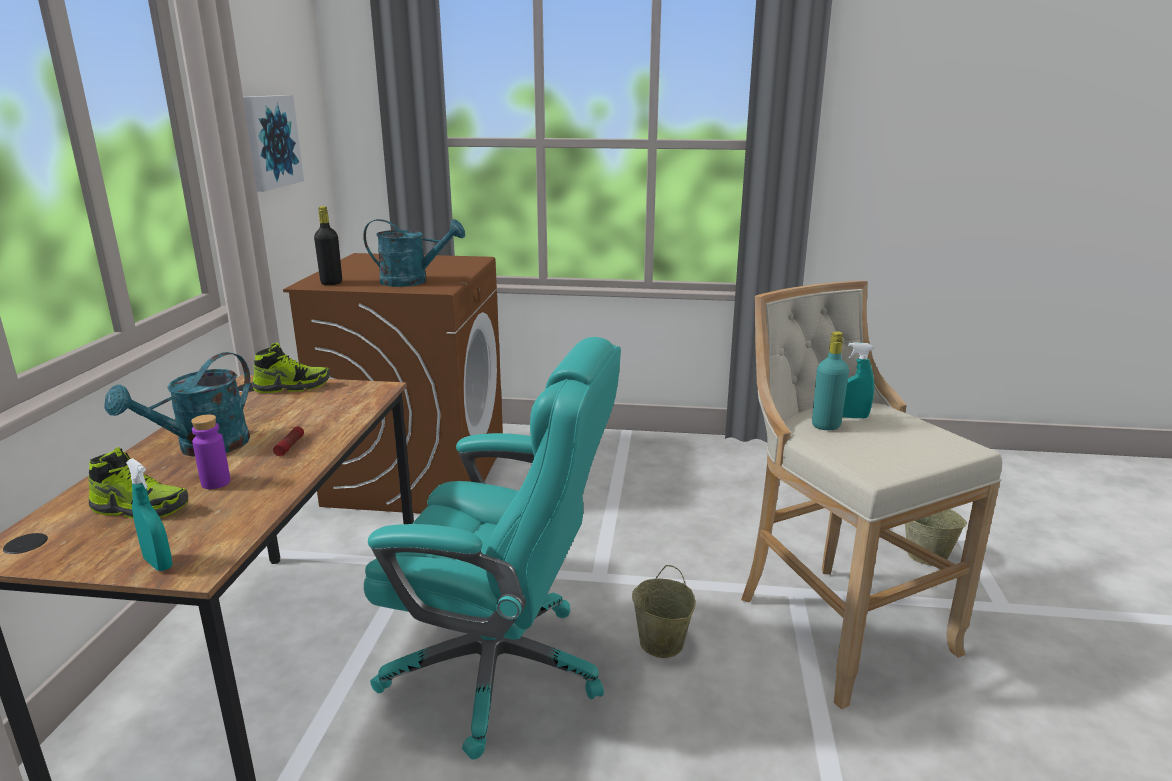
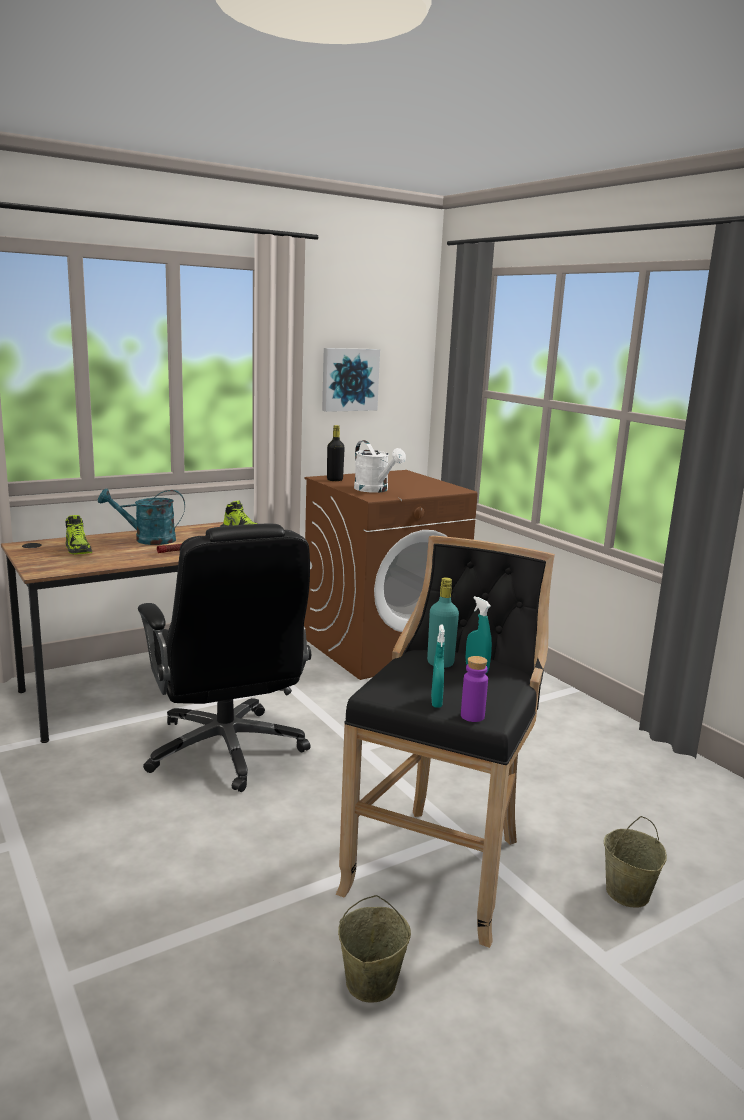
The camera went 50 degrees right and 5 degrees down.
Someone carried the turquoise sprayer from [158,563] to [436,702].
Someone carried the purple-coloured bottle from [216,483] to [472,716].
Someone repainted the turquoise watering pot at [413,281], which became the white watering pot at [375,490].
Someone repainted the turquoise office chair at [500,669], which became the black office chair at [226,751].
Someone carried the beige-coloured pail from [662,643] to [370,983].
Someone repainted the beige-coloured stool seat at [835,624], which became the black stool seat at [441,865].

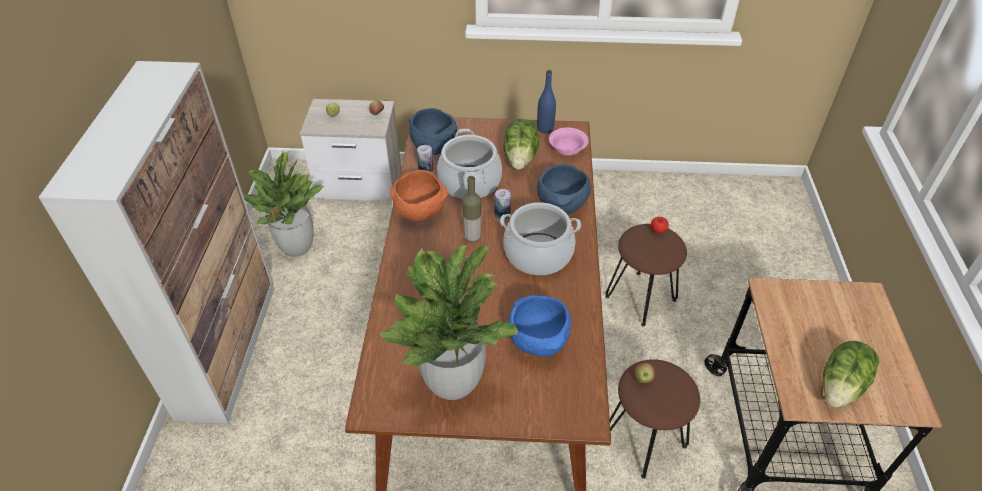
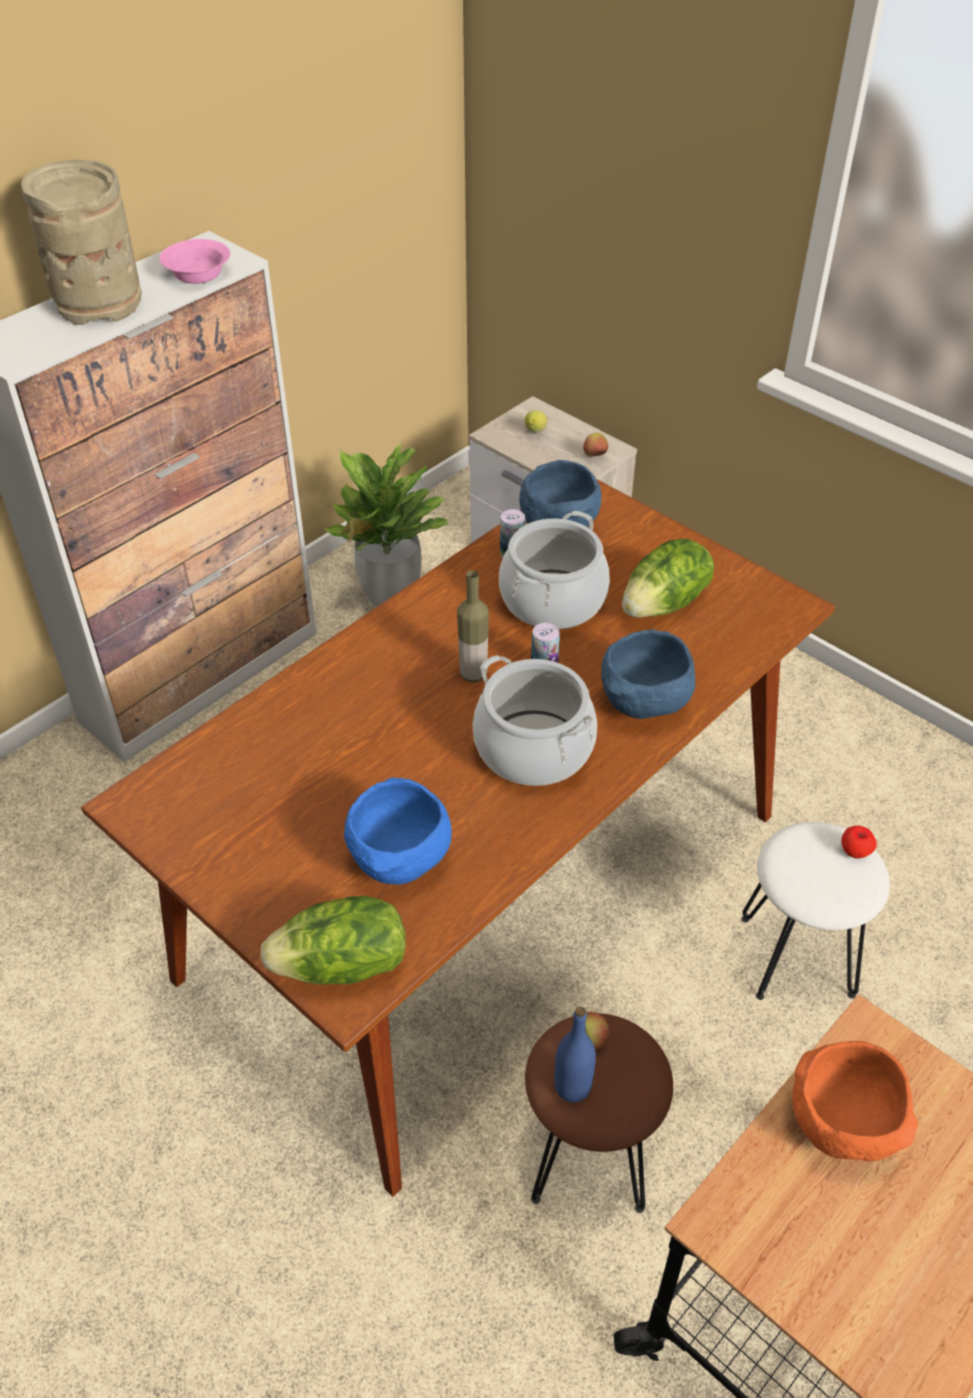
The camera went 40 degrees right and 0 degrees up.
Someone took away the plant in a pot at [453,381].
Someone carried the orange-coloured deep dish from [421,212] to [845,1126].
Someone carried the blue bottle from [545,129] to [572,1087].
Someone carried the pinkish deep dish from [568,148] to [198,275].
Someone repainted the brown stool seat at [641,298], which became the white stool seat at [797,957].
Someone carried the head of lettuce from [842,386] to [342,966].
Someone put down the beige-coloured decorative vase at [99,302].

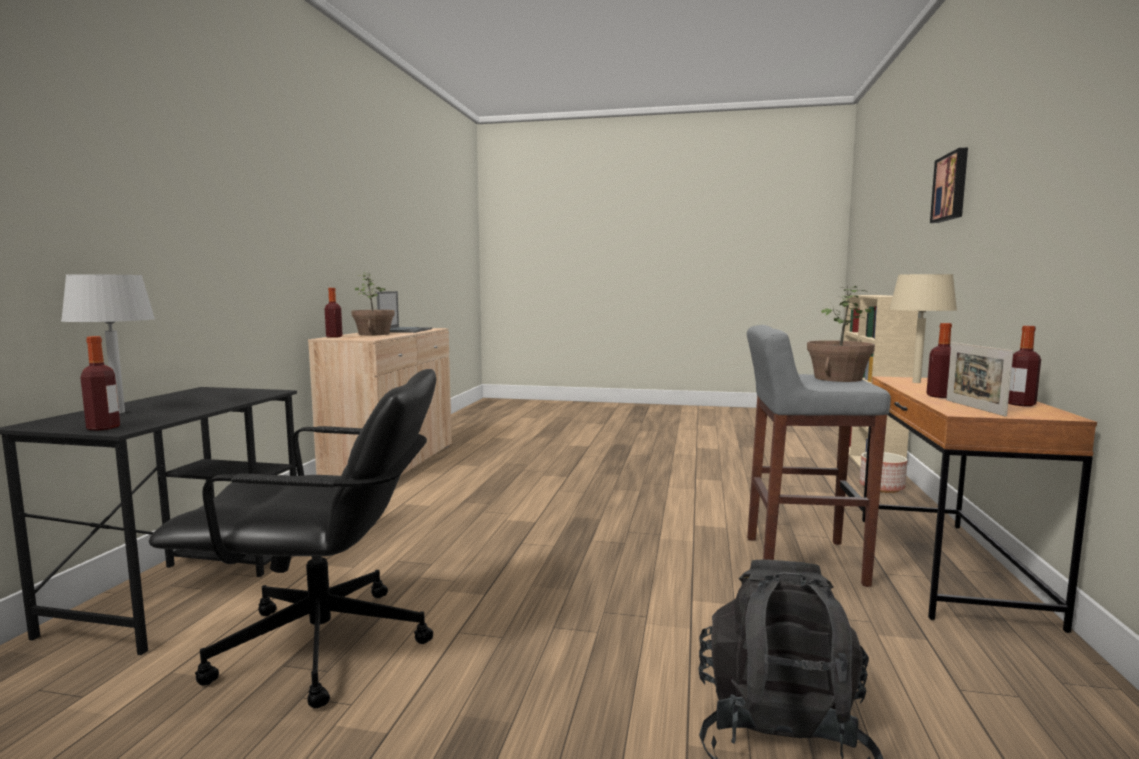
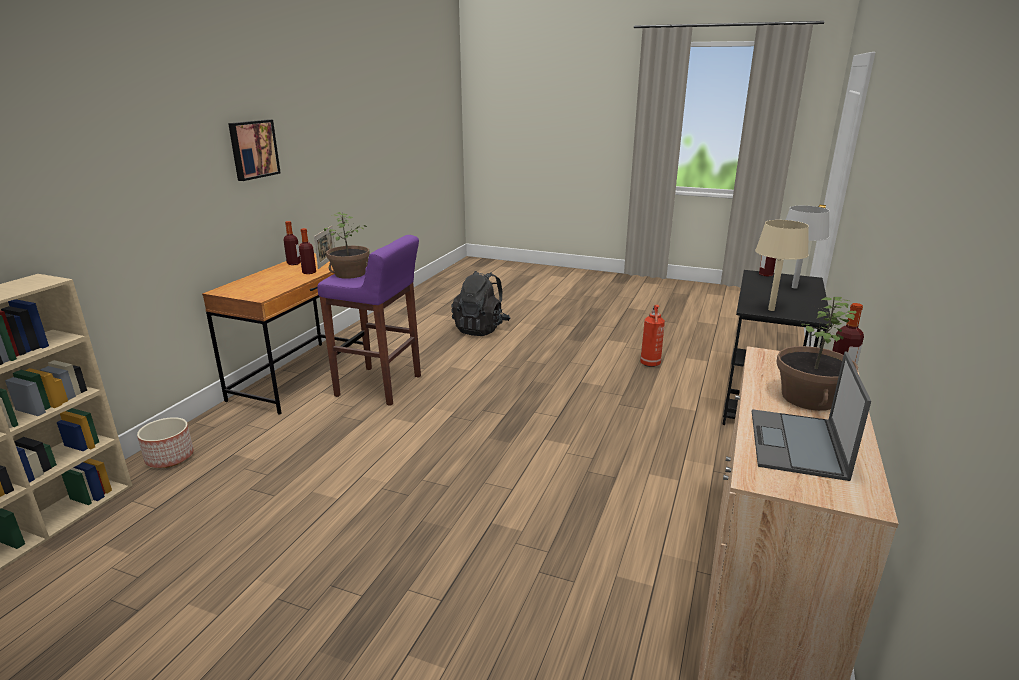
The camera went 170 degrees left and 15 degrees up.
Someone swapped the black office chair at [325,646] for the fire extinguisher at [650,364].
Someone repainted the gray stool seat at [801,560], which became the purple-coloured stool seat at [380,386].
Someone carried the beige-coloured table lamp from [916,382] to [771,310].
Someone carried the picture from [952,187] to [253,149].

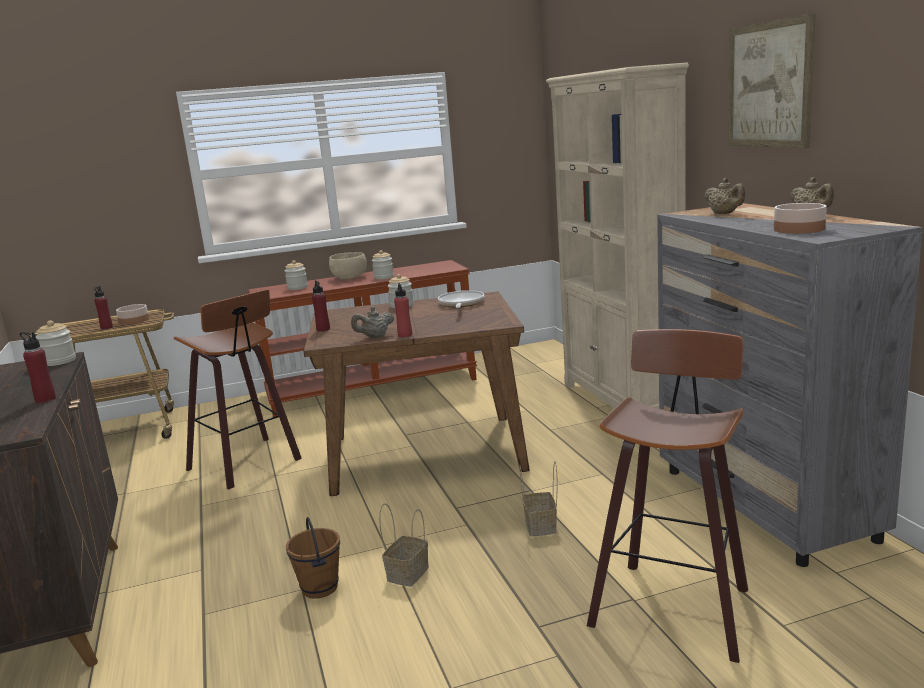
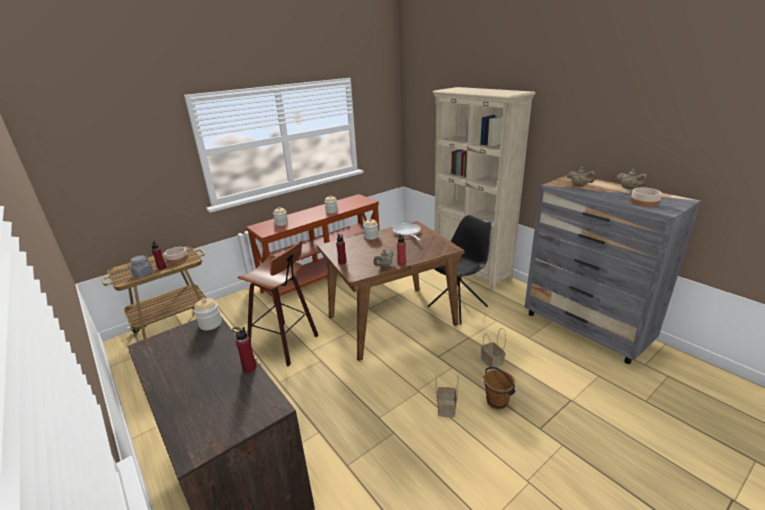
The camera went 20 degrees left and 10 degrees up.
Someone carried the brown pail from [320,588] to [497,402].
Someone took away the beige-coloured deep dish at [350,277].
Someone took away the stool seat at [674,605].
Someone took away the picture at [769,85].
Someone put down the gray jar at [143,274].
Someone put down the black upright chair at [458,306].

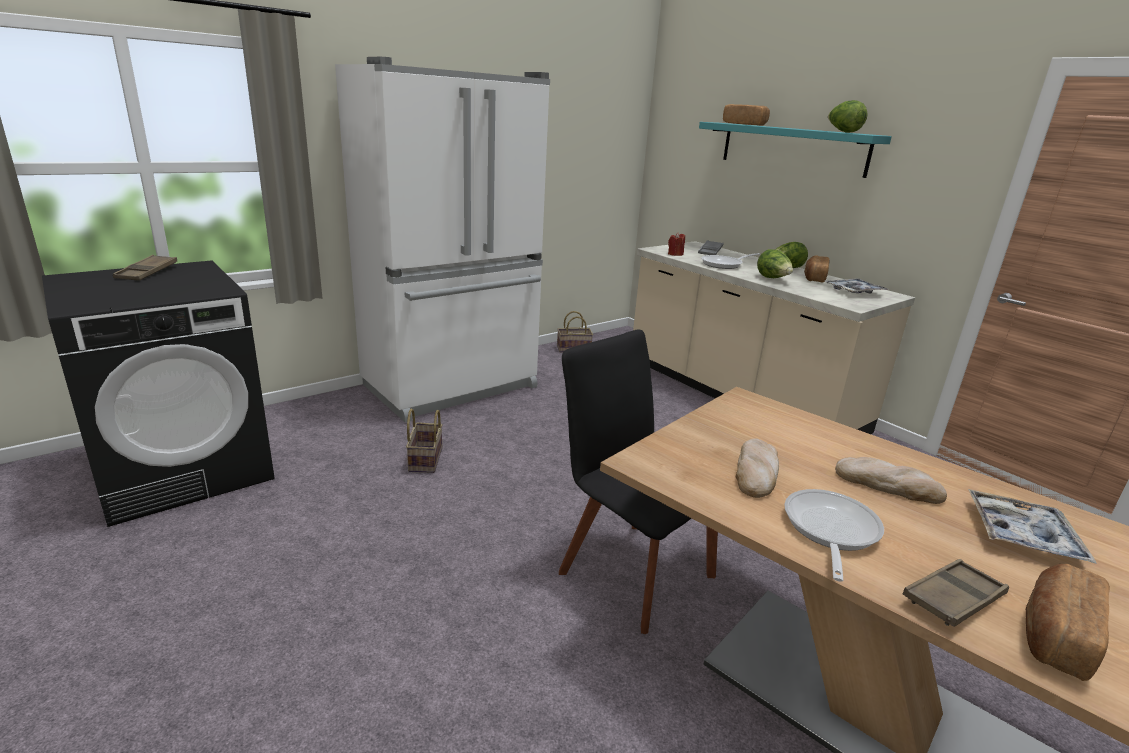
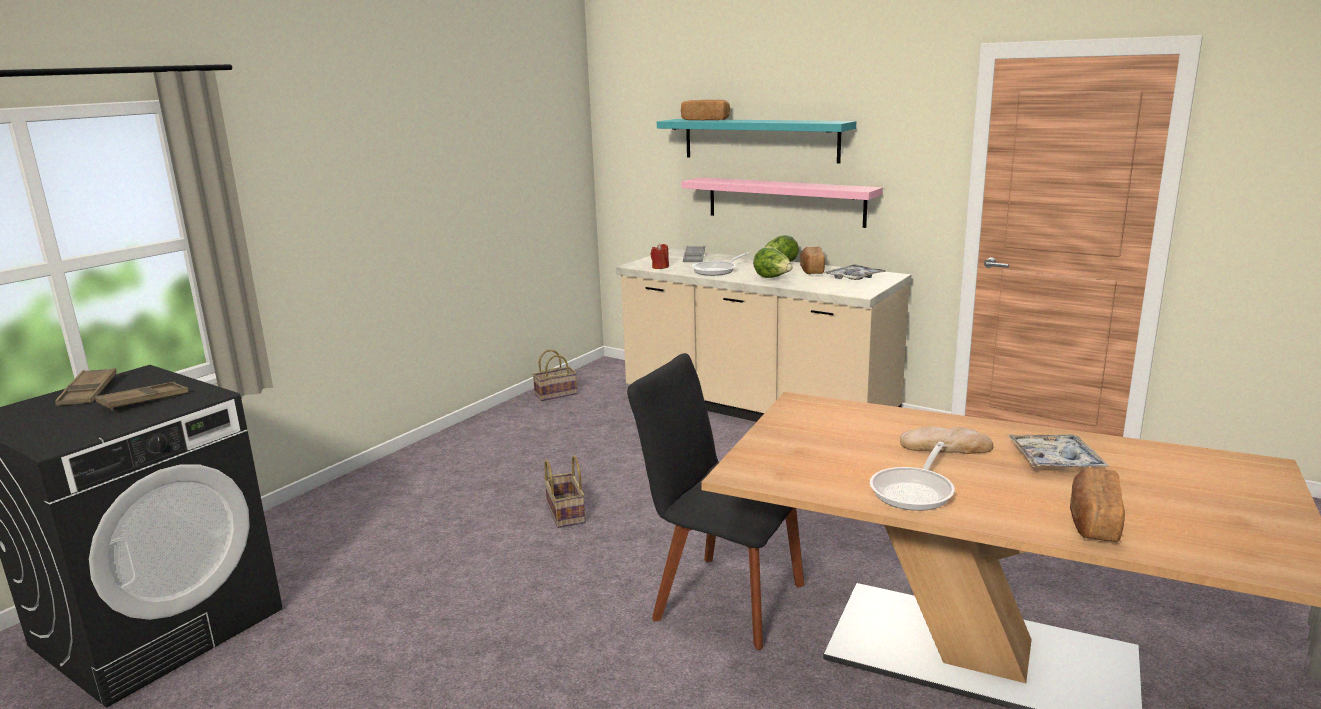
The camera went 15 degrees left and 5 degrees down.
Someone took away the white refrigerator at [453,387].
Someone carried the storage basket from [424,459] to [564,513].
Someone took away the baked bread at [756,472].
Someone rotated the pan at [829,531] by 150 degrees counterclockwise.
Someone took away the head of lettuce at [842,132].
Someone carried the brown tray from [953,598] to [144,401].
Someone put up the pinkish bracket shelf at [785,201].

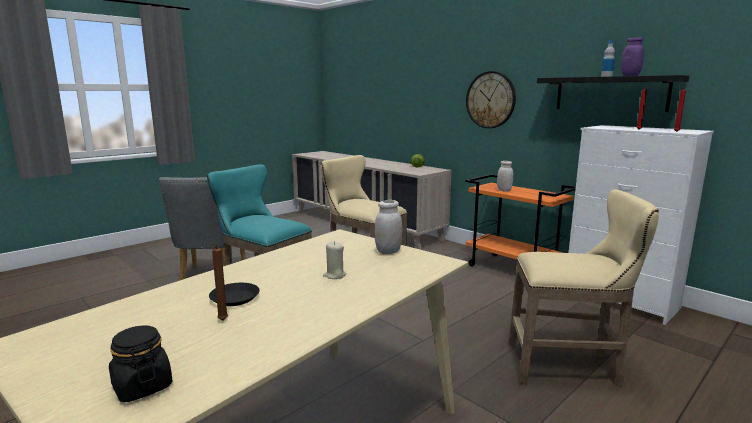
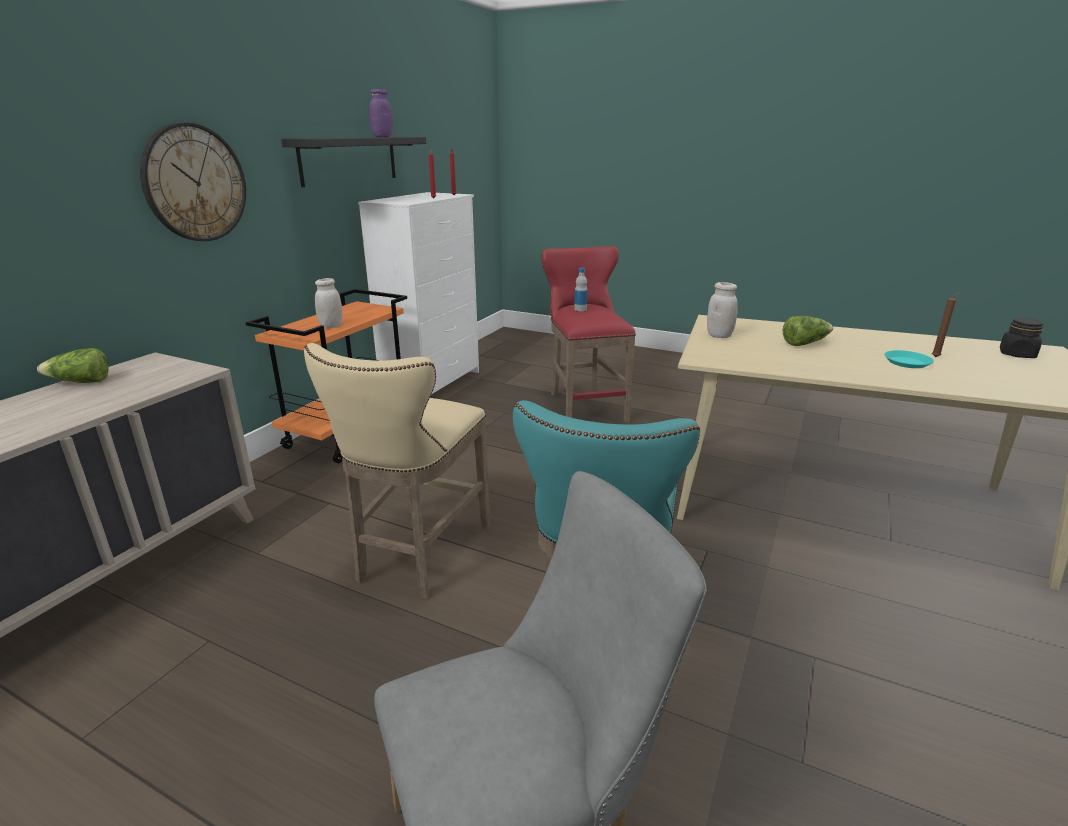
The camera went 110 degrees left and 10 degrees up.
Someone repainted the black dinner plate at [235,298], which became the turquoise dinner plate at [906,362].
Someone swapped the beige-coloured candle at [334,275] for the head of lettuce at [804,343].
Someone repainted the beige-coloured stool seat at [569,367], which became the red stool seat at [584,405].
Someone carried the bottle from [606,76] to [580,309].

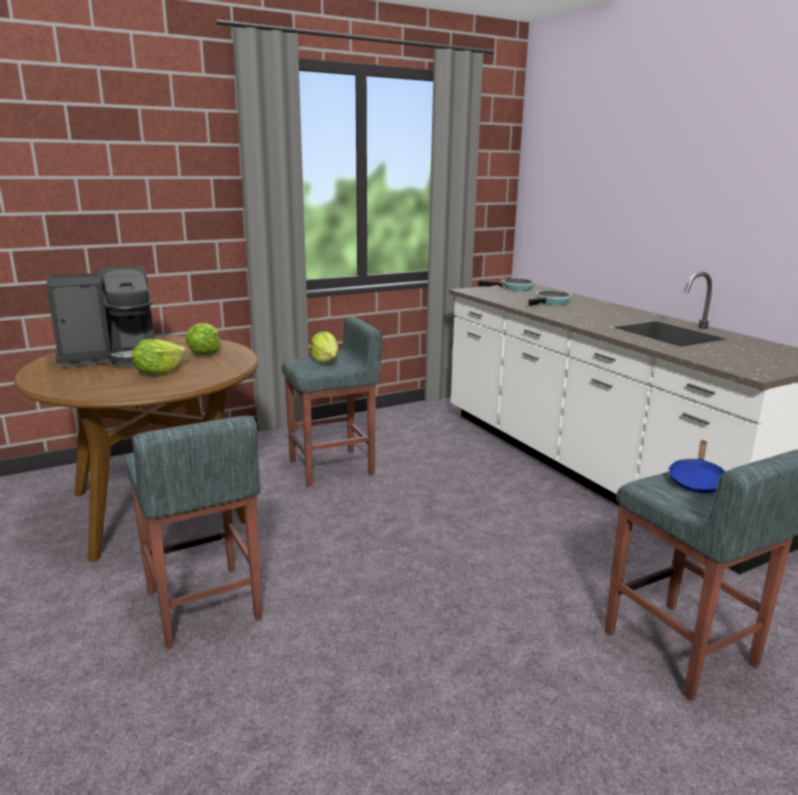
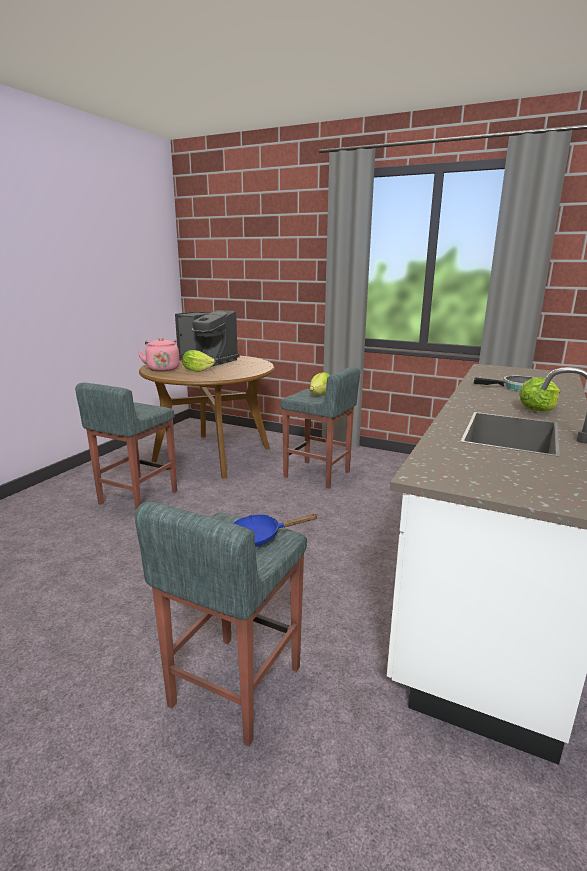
The camera went 55 degrees right and 0 degrees up.
Someone carried the head of lettuce from [205,354] to [537,410].
Someone took away the pan at [514,288].
Someone put down the pinkish tea kettle at [162,369].

